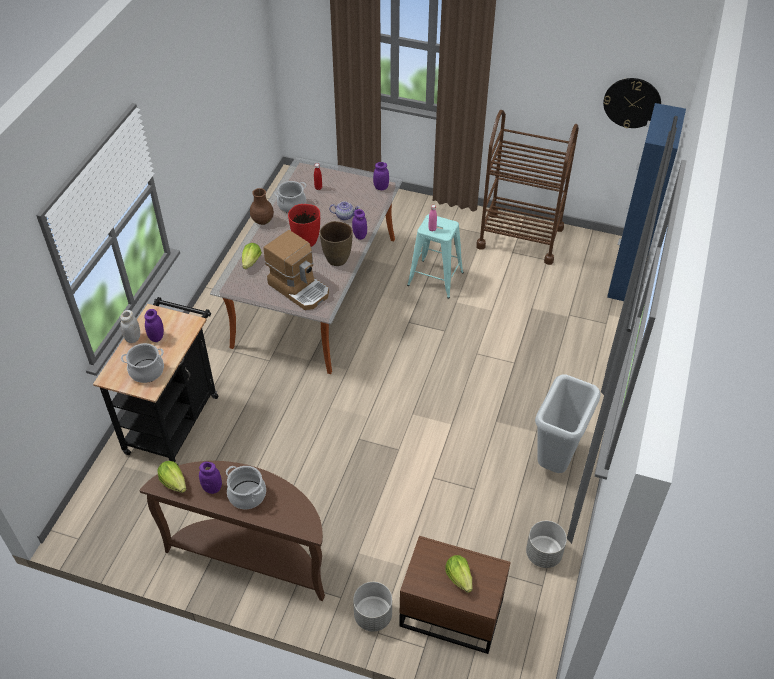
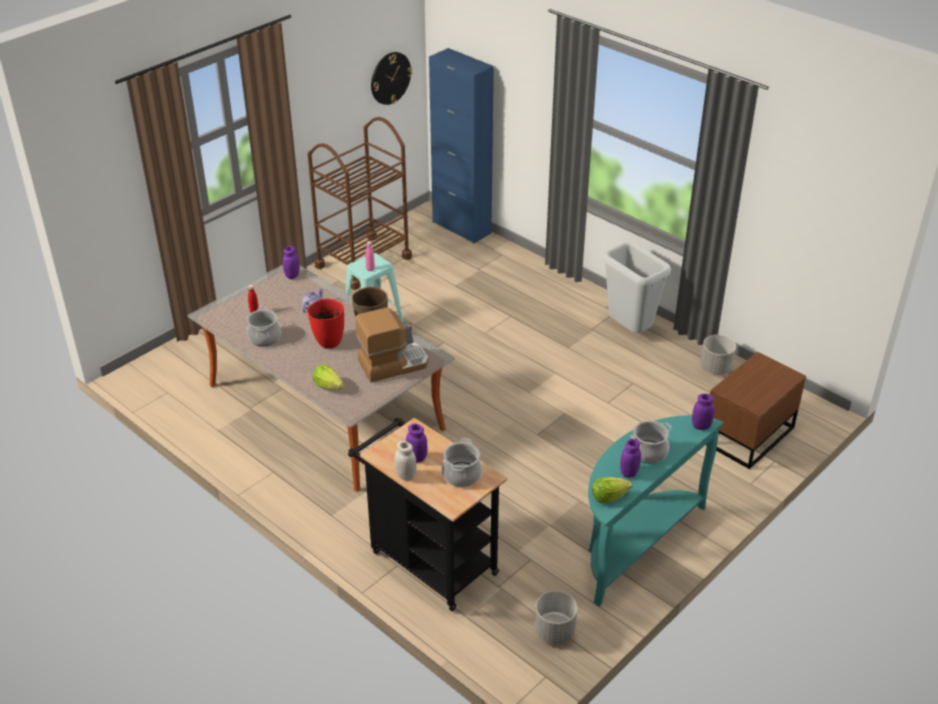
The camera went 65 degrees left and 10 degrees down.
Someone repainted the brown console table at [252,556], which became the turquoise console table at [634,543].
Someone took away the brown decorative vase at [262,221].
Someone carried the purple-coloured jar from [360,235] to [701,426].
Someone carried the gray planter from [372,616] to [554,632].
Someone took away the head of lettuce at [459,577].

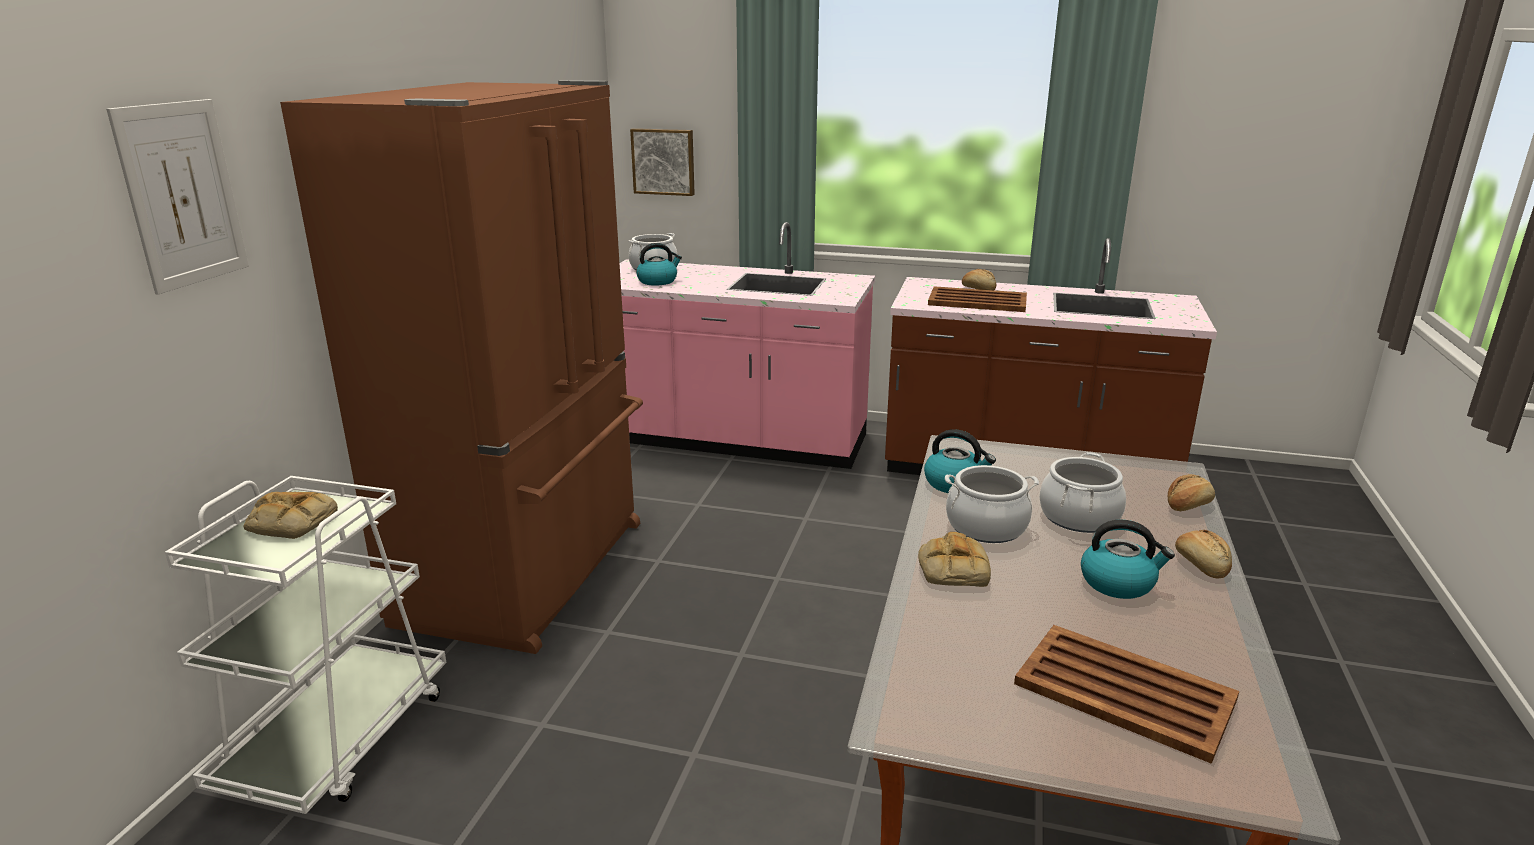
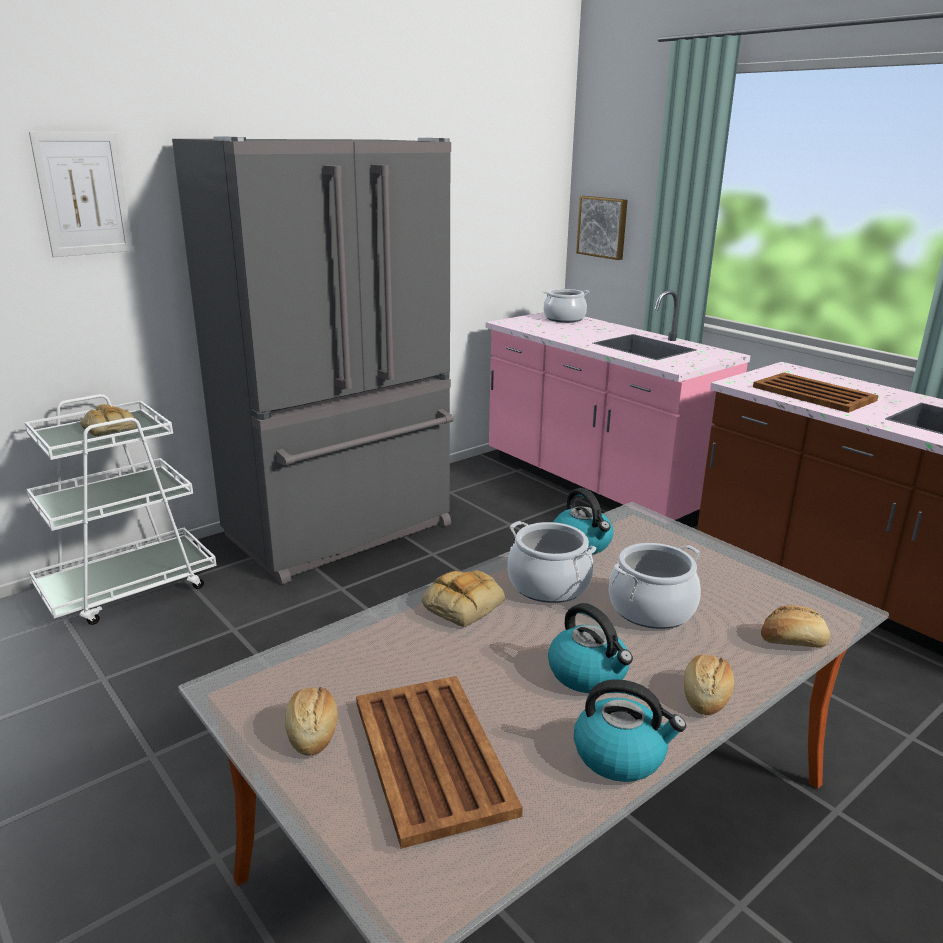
The camera went 35 degrees right and 0 degrees up.
Someone repainted the brown refrigerator at [530,572], which became the gray refrigerator at [343,531].
Someone carried the tea kettle from [658,281] to [621,755].
Someone carried the baked bread from [978,289] to [312,731].

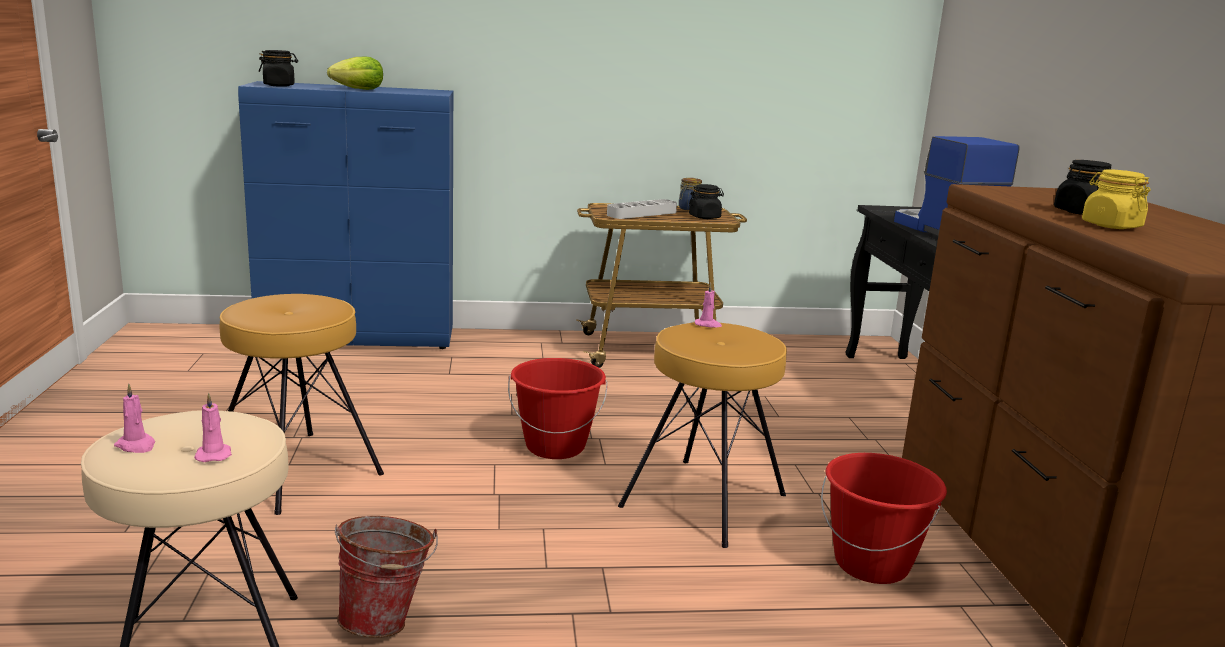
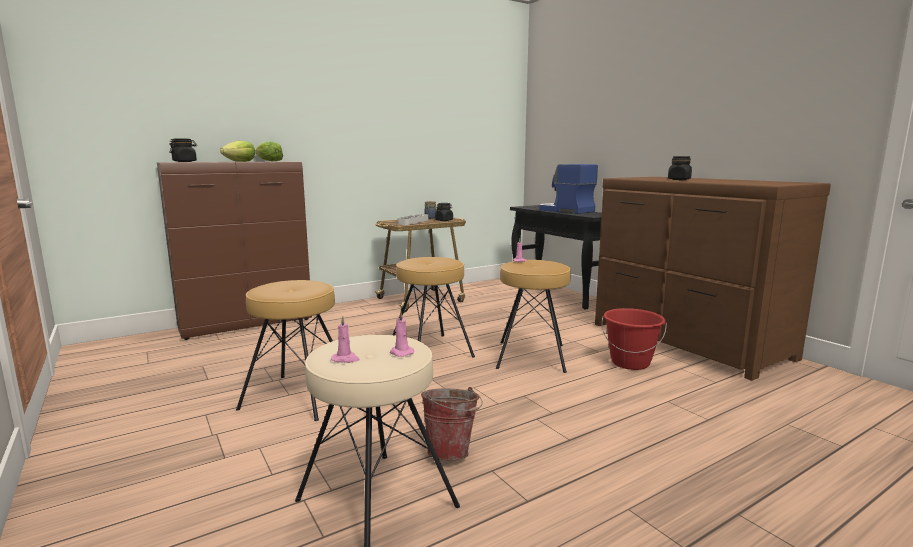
The camera went 25 degrees left and 5 degrees down.
Someone repainted the blue storage cabinet at [360,338], which became the brown storage cabinet at [247,324].
Someone swapped the red pail at [555,447] for the brown stool seat at [431,350].
Someone took away the yellow-coloured jar at [1111,226].
Someone put down the head of lettuce at [269,161].

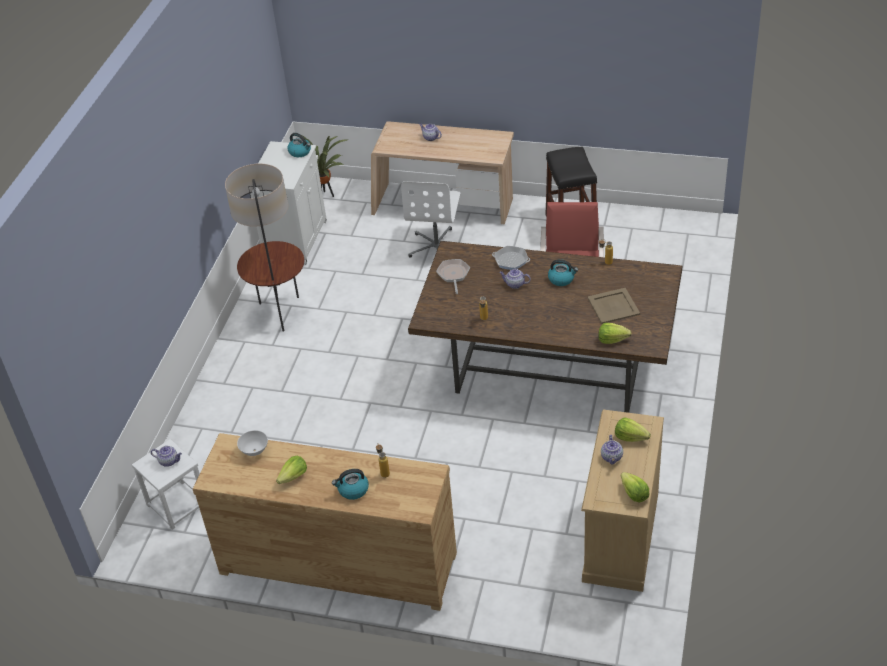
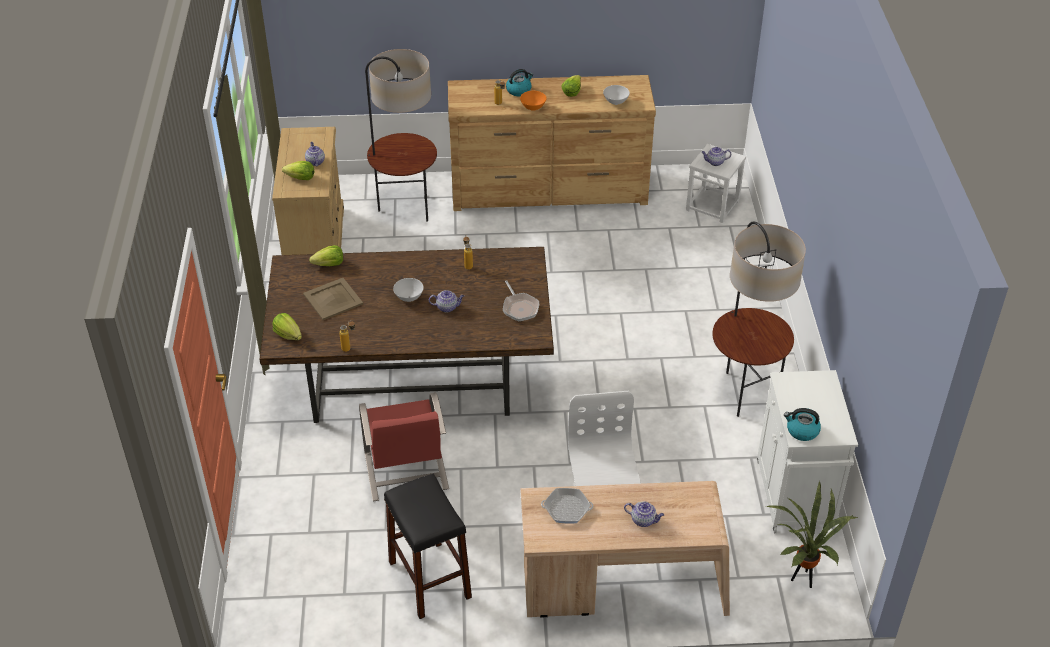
The camera went 160 degrees right and 0 degrees up.
Someone carried the pan from [511,260] to [567,509].
Someone took away the tea kettle at [561,279].
Someone carried the head of lettuce from [634,494] to [288,335].
Someone put down the floor lamp at [406,209].
Someone put down the white deep dish at [408,298].
Someone put down the orange-coloured deep dish at [533,108].

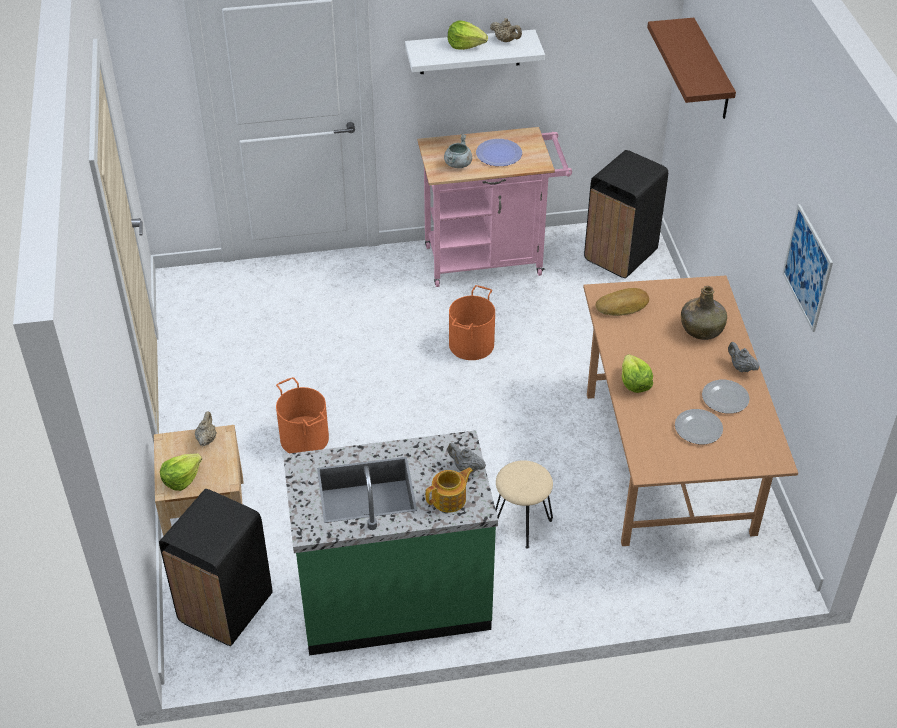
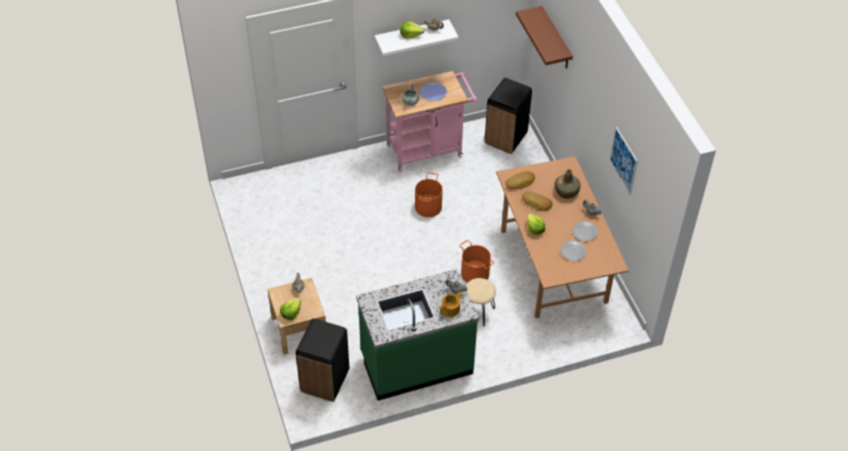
The camera went 10 degrees left and 5 degrees up.
Someone carried the orange-coloured pail from [303,438] to [474,274].
Someone put down the baked bread at [536,203].

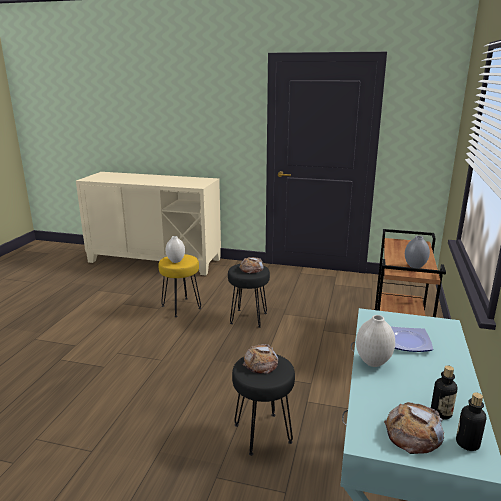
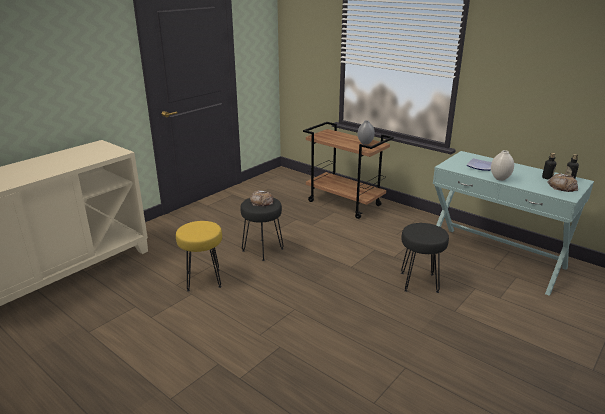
The camera went 65 degrees left and 5 degrees up.
Someone took away the white decorative vase at [175,261].
Someone took away the baked bread at [261,363].

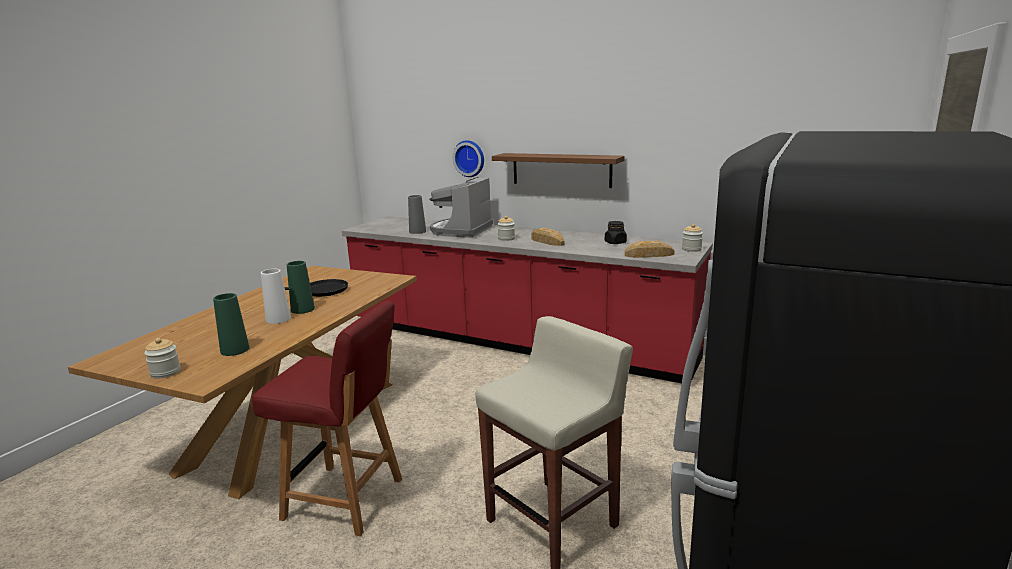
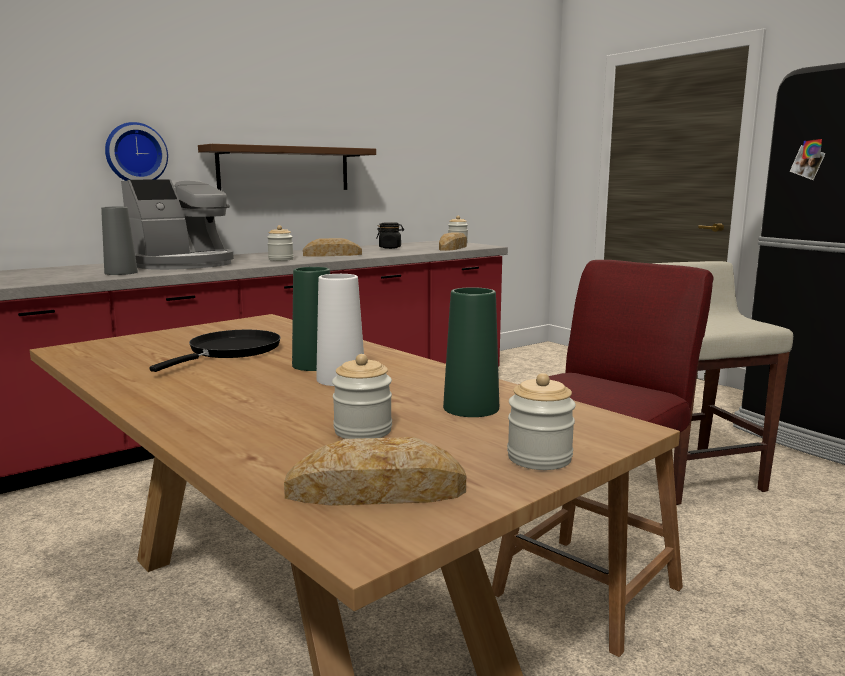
The camera went 65 degrees left and 5 degrees down.
Someone rotated the coffee maker at [461,230] by 90 degrees counterclockwise.
Someone put down the baked bread at [376,491].
Someone put down the jar at [363,431].

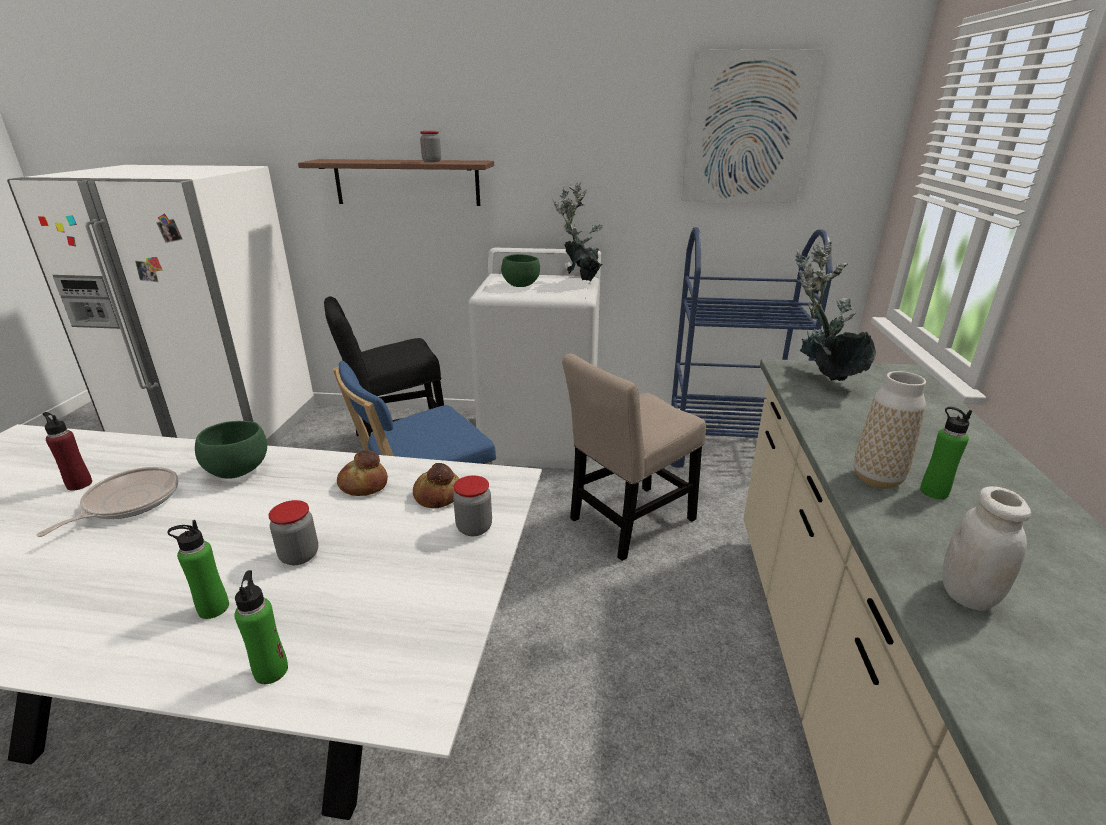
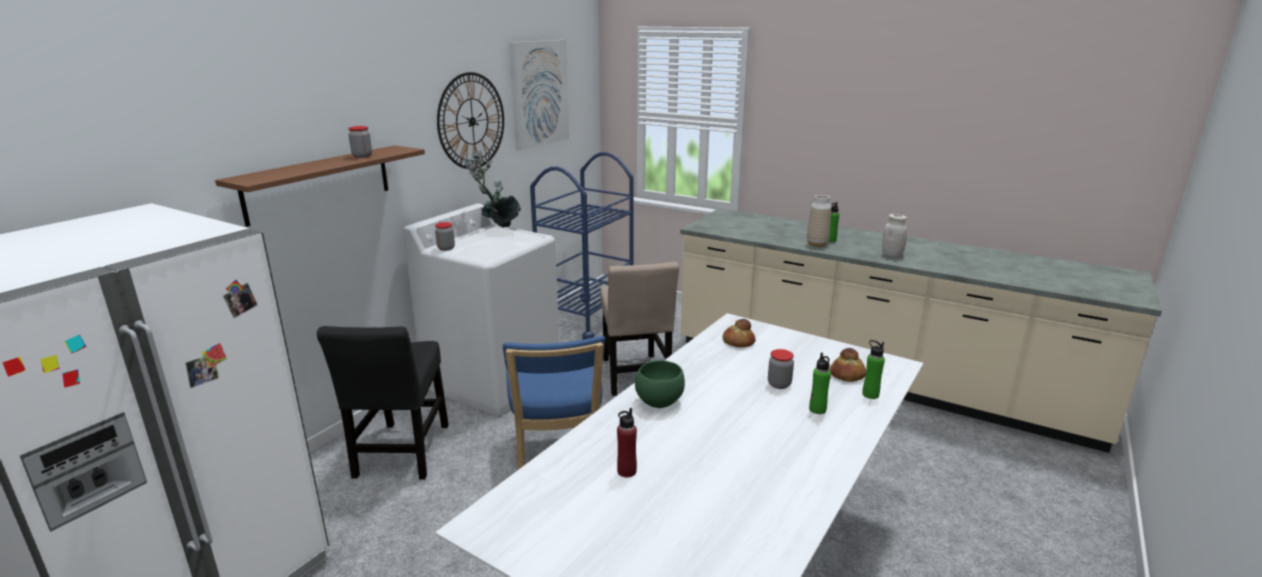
The camera went 65 degrees left and 5 degrees down.
Someone took away the pan at [128,502].
Someone carried the baked bread from [363,485] to [847,375].
Someone carried the jar from [474,528] to [446,248].
Someone took away the green deep dish at [521,285].
Someone took away the plant in a pot at [821,380].
Someone put up the wall clock at [472,121].

